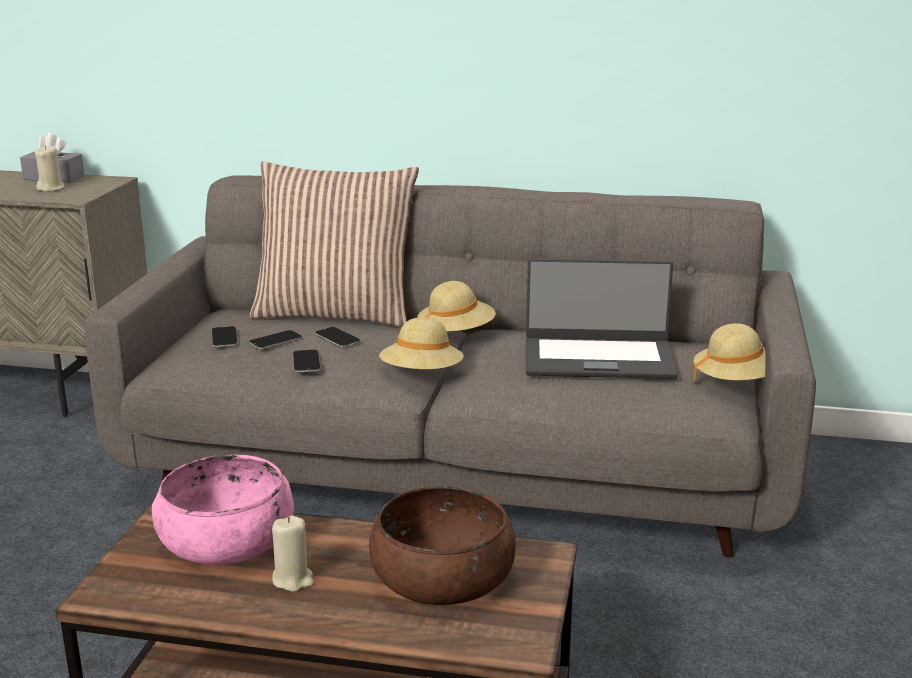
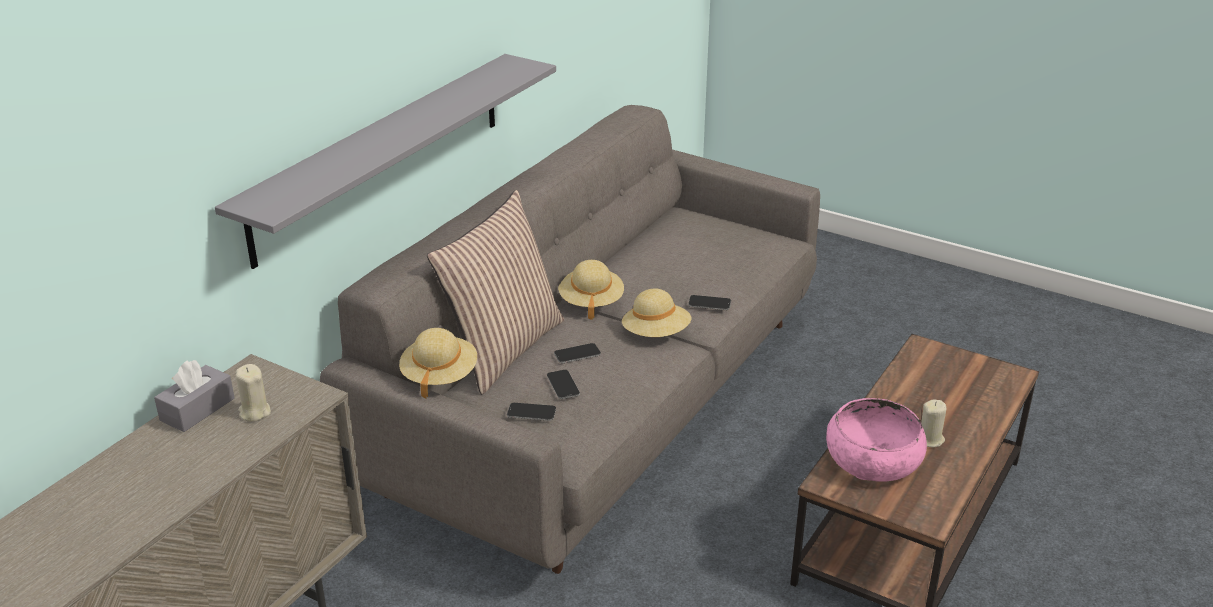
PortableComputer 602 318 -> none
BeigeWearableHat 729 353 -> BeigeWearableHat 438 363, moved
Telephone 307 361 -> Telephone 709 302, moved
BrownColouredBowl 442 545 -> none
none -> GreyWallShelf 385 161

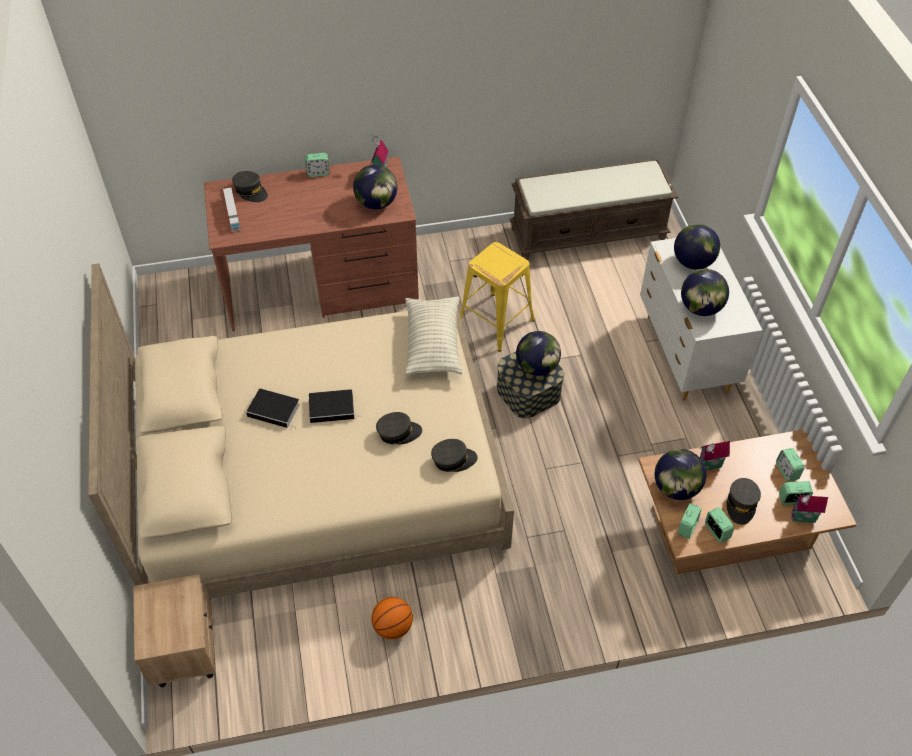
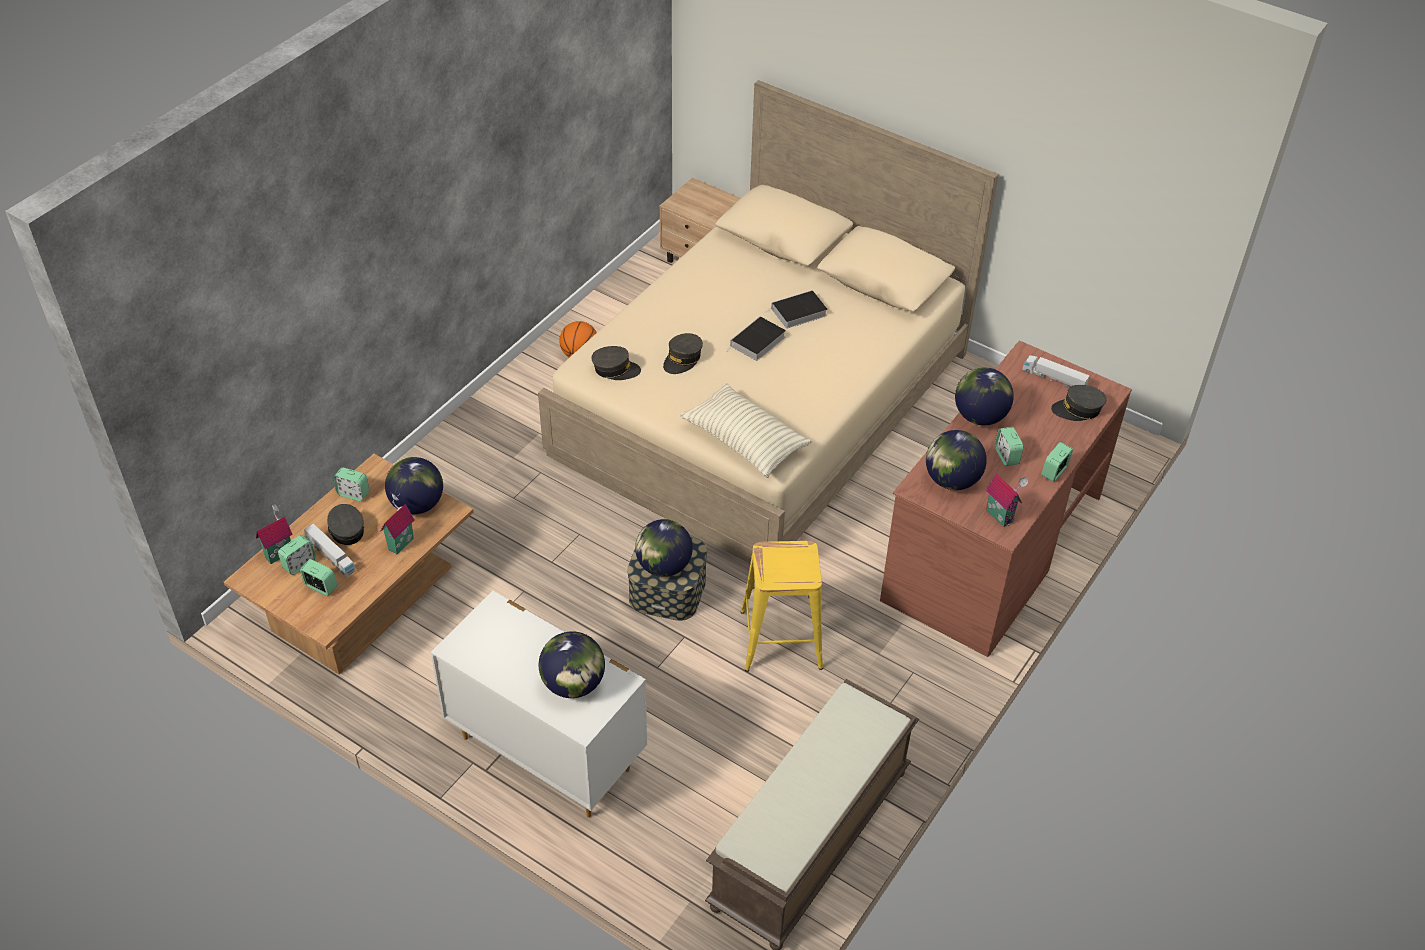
WorldGlobe 705 292 -> WorldGlobe 984 396, moved
GreyPeakedCap 454 455 -> GreyPeakedCap 616 363, 120 degrees counterclockwise
BedsideClock 690 521 -> BedsideClock 1009 446, moved
none -> ModelTruck 330 550

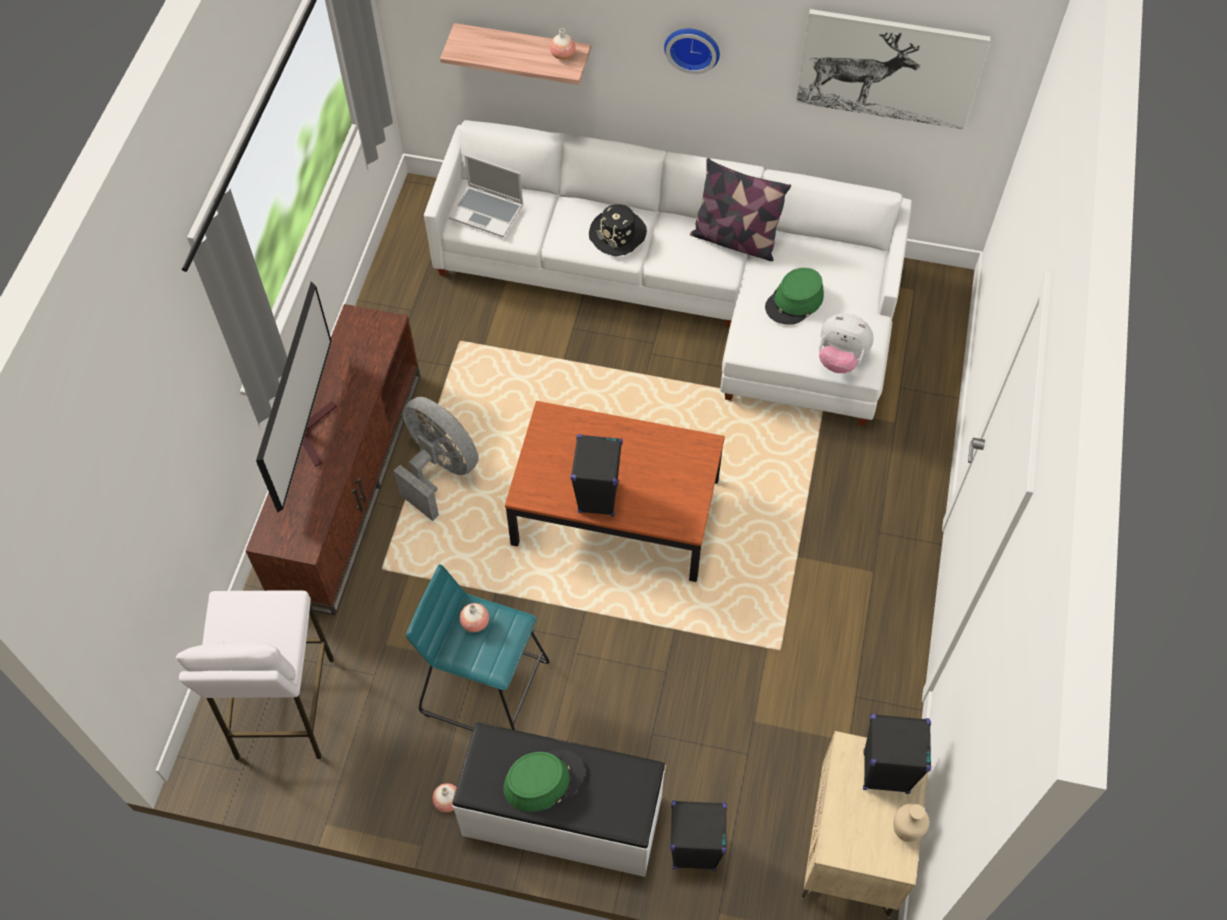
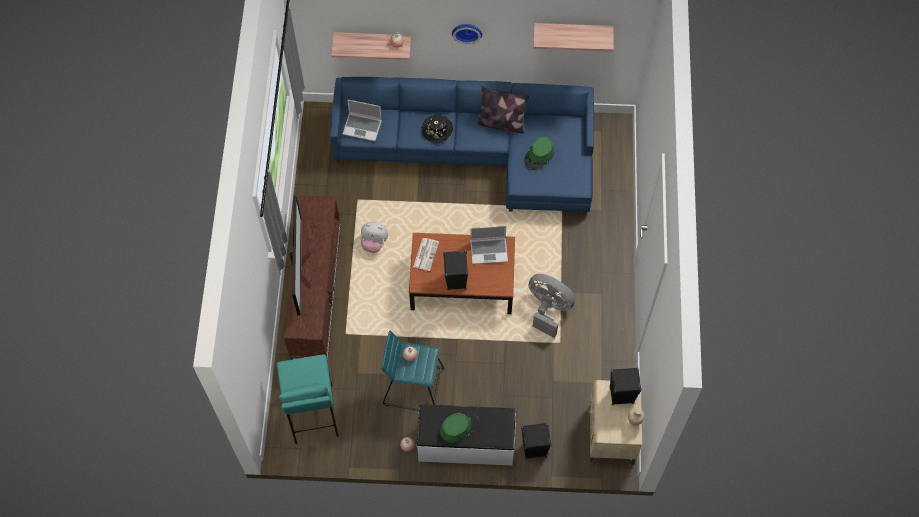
WallPicture 893 69 -> WallShelf 573 37
WhiteSettee 668 273 -> BlueSettee 462 146
PlushToy 846 343 -> PlushToy 374 237, moved
GreyCoolingFan 436 459 -> GreyCoolingFan 552 306, moved
WhiteSittingStool 255 675 -> BlueGreenSittingStool 308 399
none -> PortableComputer 489 245
none -> PrintedPaper 426 254

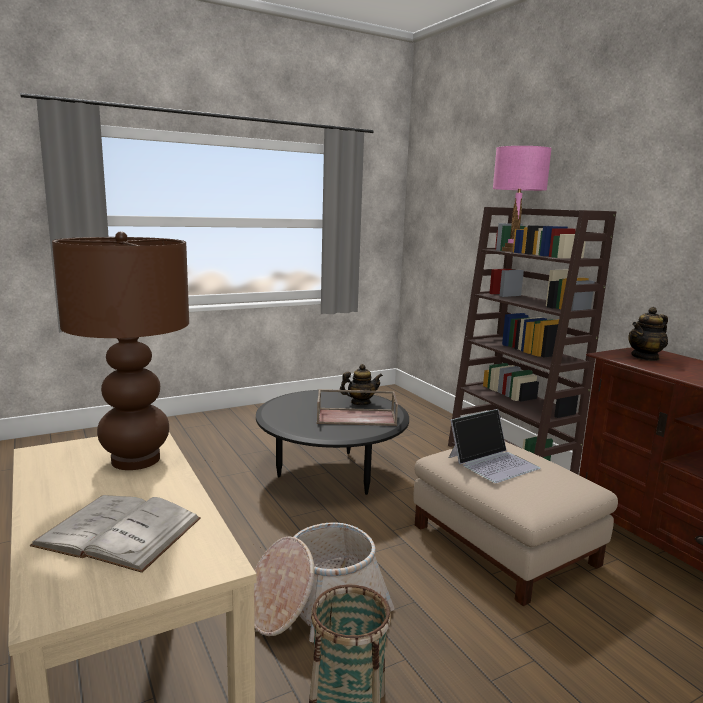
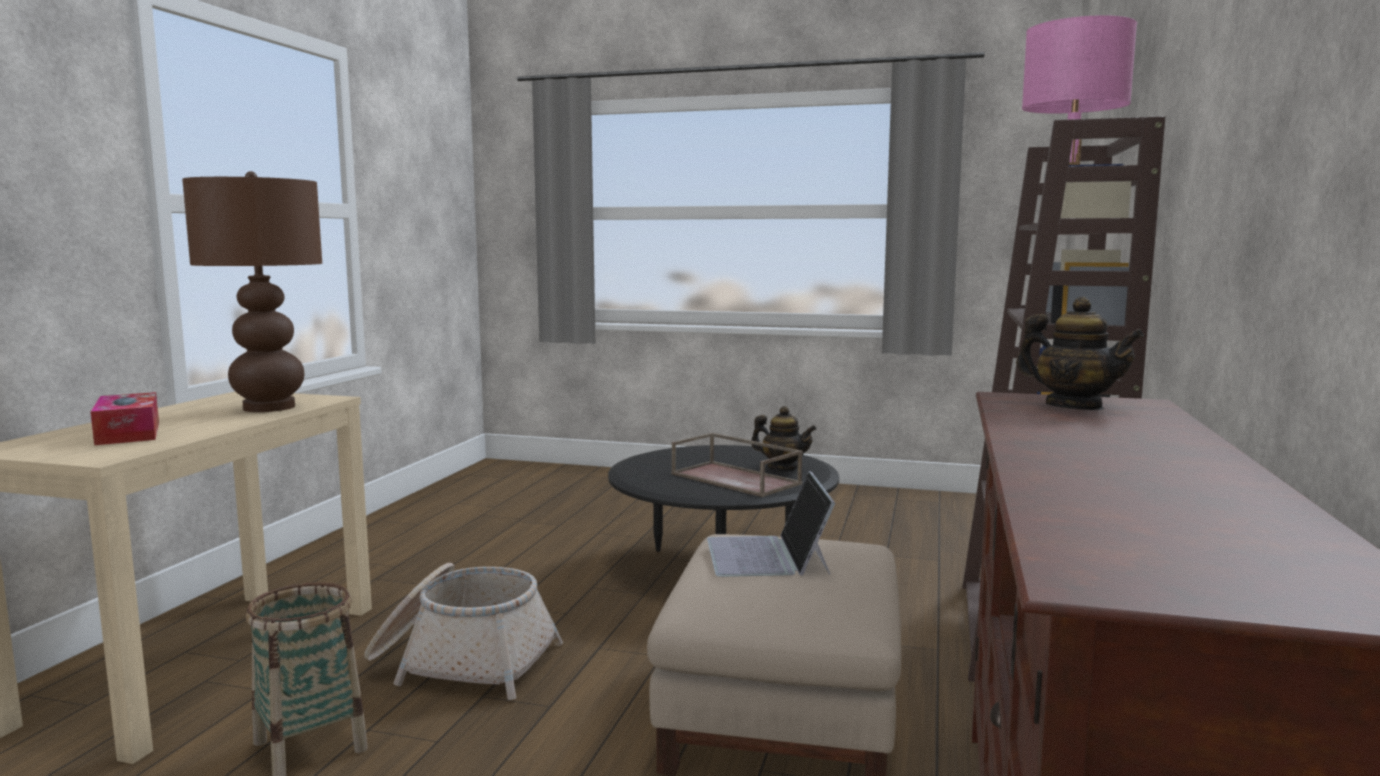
PotForTea 648 334 -> PotForTea 1080 353, 150 degrees counterclockwise
PortableComputer 495 446 -> PortableComputer 771 524, 75 degrees clockwise
WhiteBoundBook 115 534 -> TissueBox 124 418

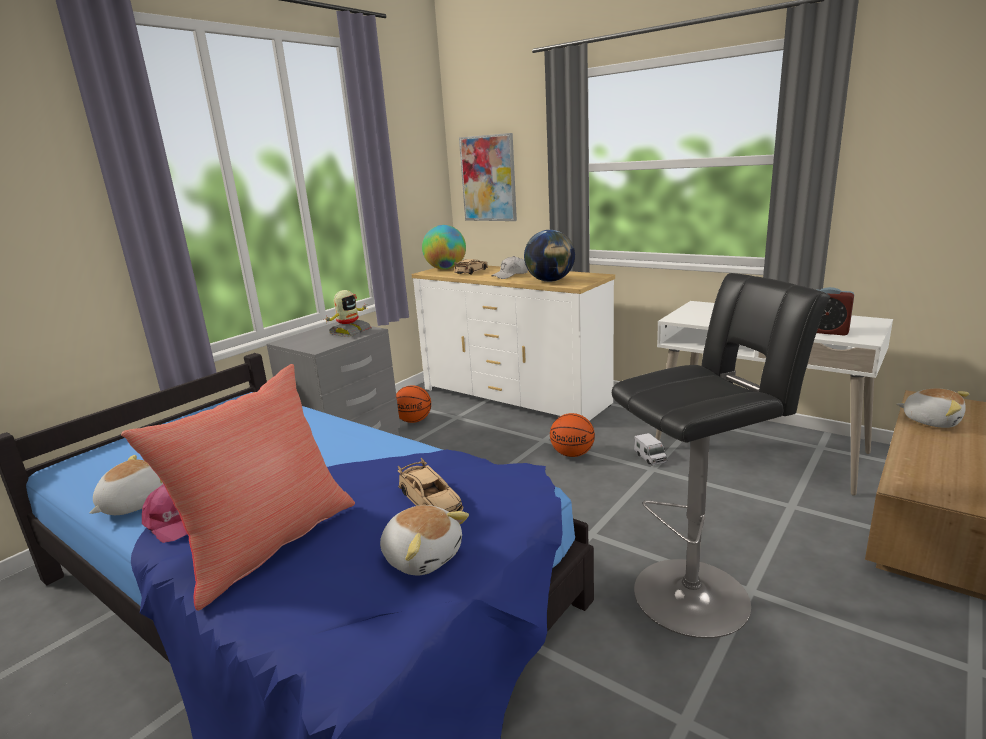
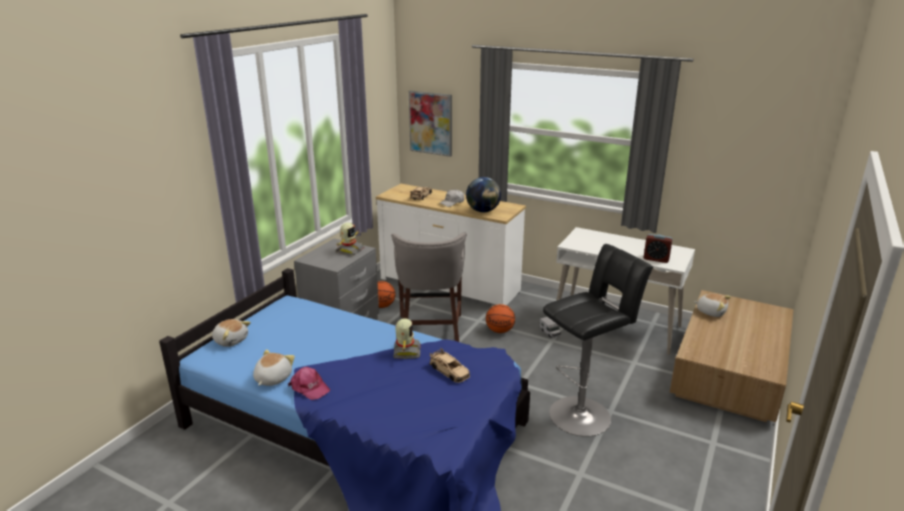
WorldGlobe 444 247 -> none
RedThrowPillow 238 487 -> none
PlushToy 424 540 -> PlushToy 231 333, moved
none -> GreySittingStool 429 287
none -> ToyRobot 407 338

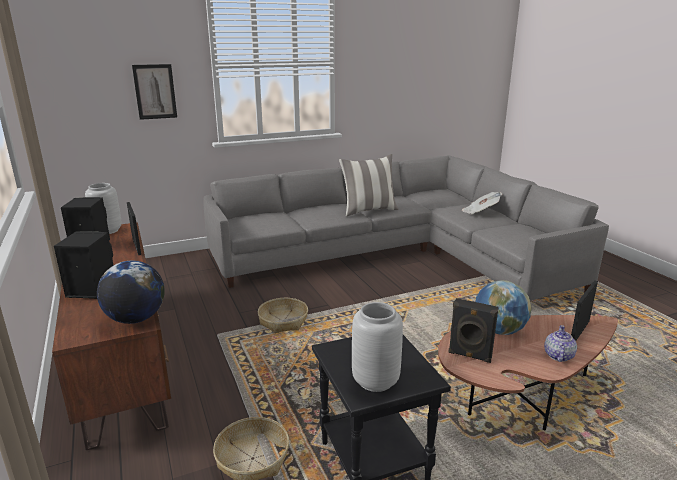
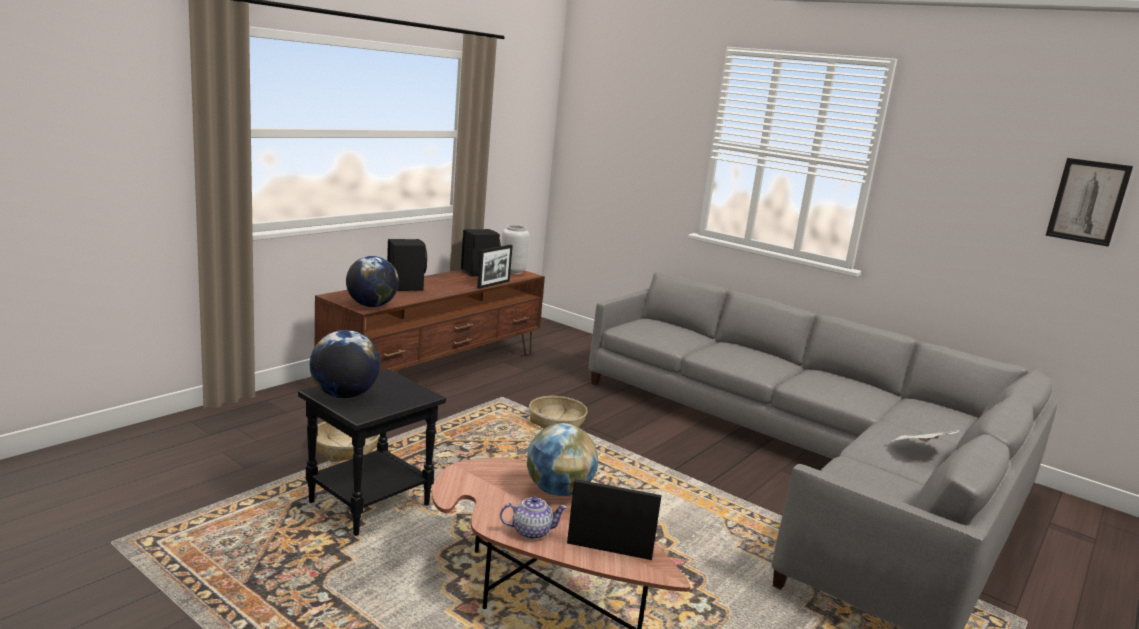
WallPicture 154 92 -> WallPicture 1089 202, moved
ThrowPillow 369 185 -> none
BlackishAudioSpeaker 473 330 -> none
GreyVase 377 347 -> WorldGlobe 345 364

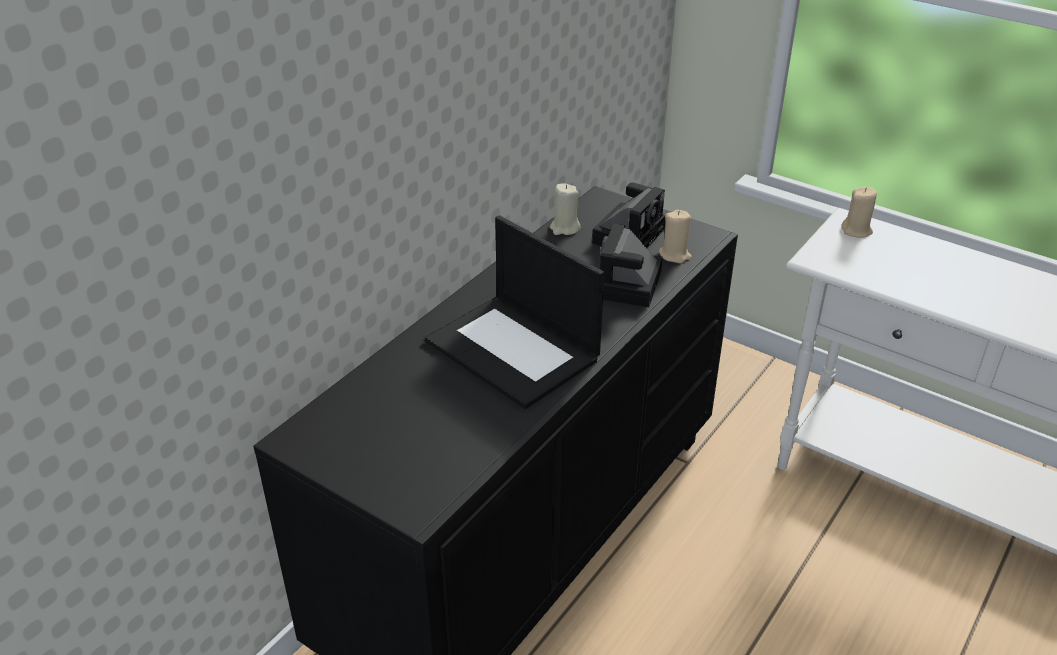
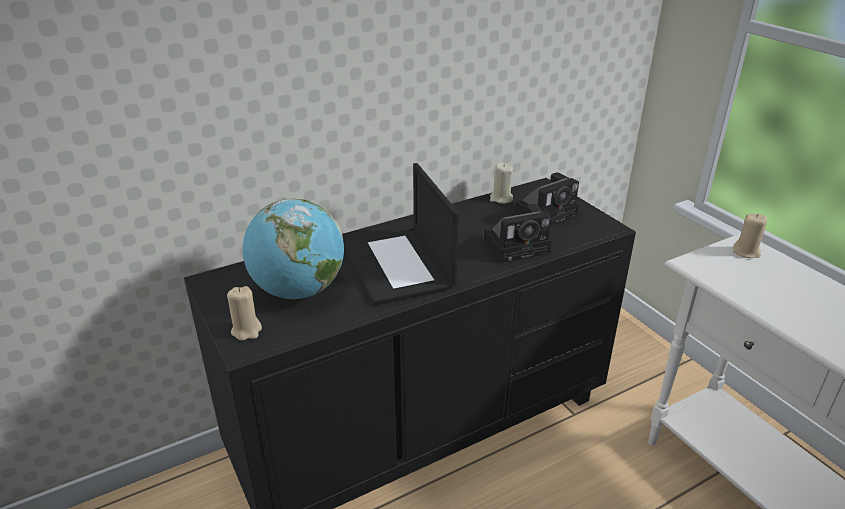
BeigeWaxCandle 675 236 -> BeigeWaxCandle 244 313, moved
PhotoCamera 631 265 -> PhotoCamera 517 233, 150 degrees counterclockwise
none -> WorldGlobe 293 249

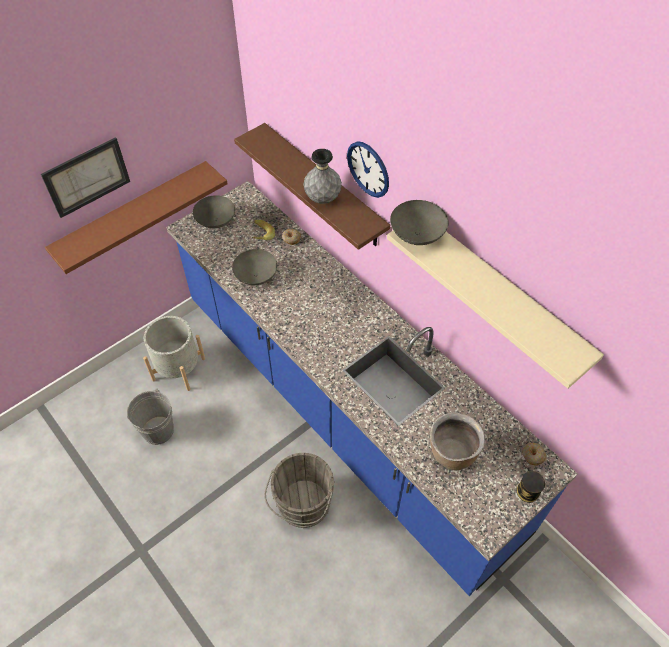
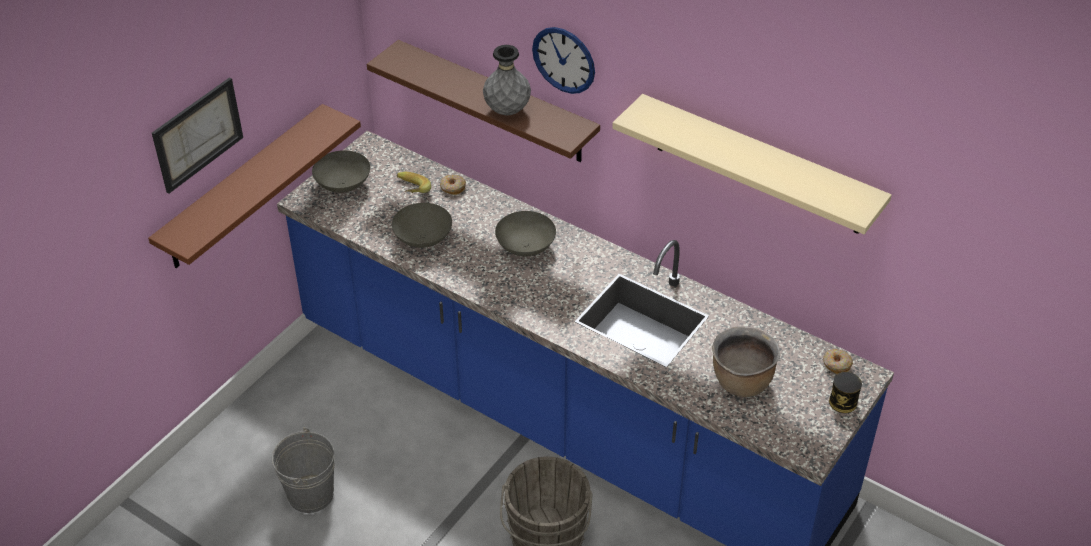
GreyBowl 419 222 -> GreyBowl 525 233, moved
GreyFlowerPot 174 353 -> none

